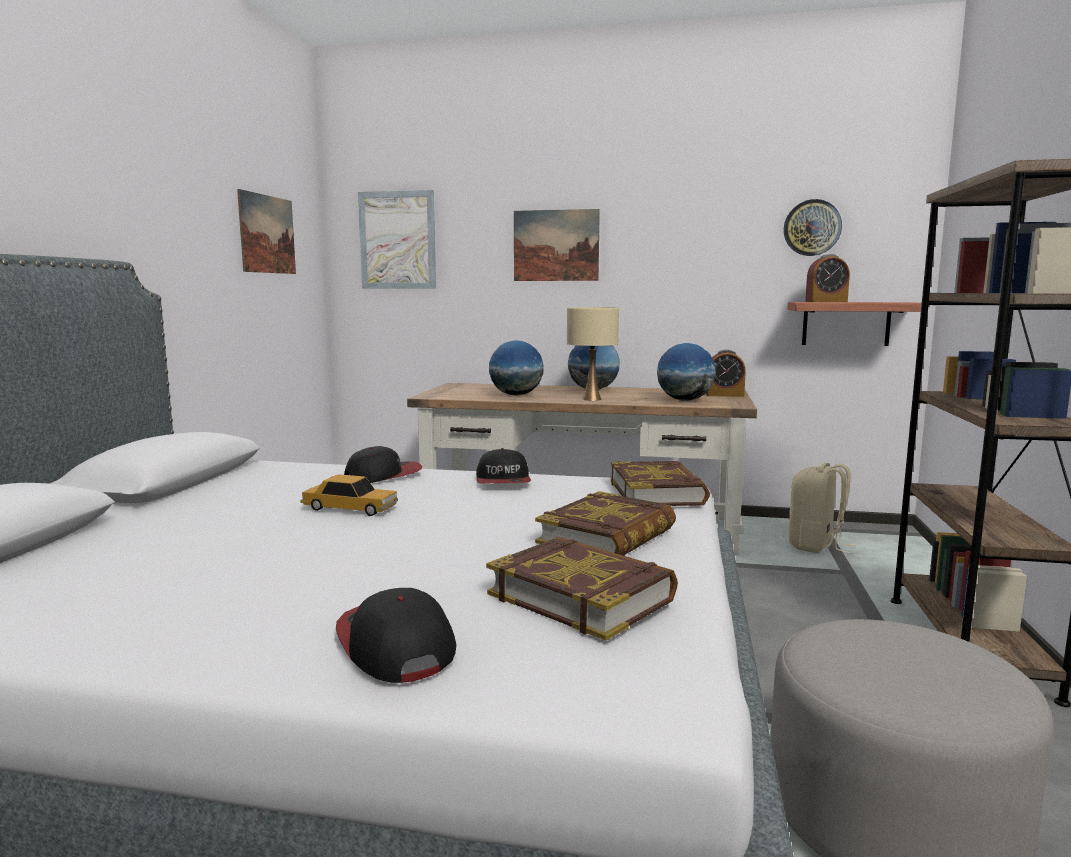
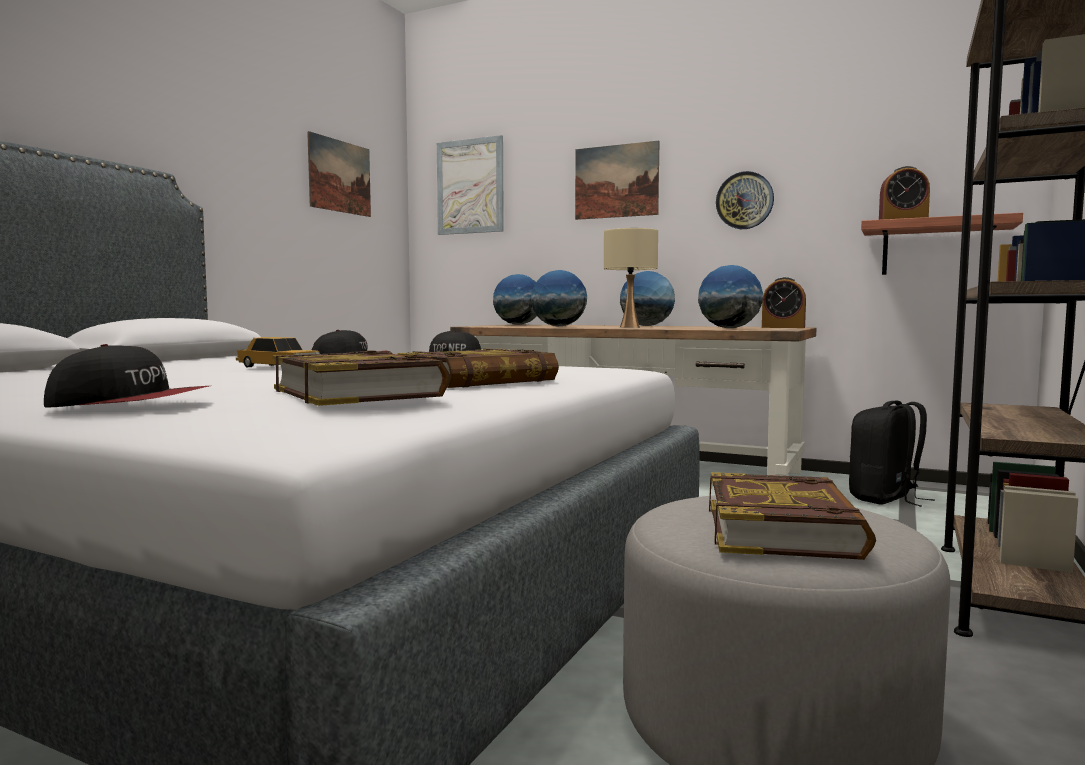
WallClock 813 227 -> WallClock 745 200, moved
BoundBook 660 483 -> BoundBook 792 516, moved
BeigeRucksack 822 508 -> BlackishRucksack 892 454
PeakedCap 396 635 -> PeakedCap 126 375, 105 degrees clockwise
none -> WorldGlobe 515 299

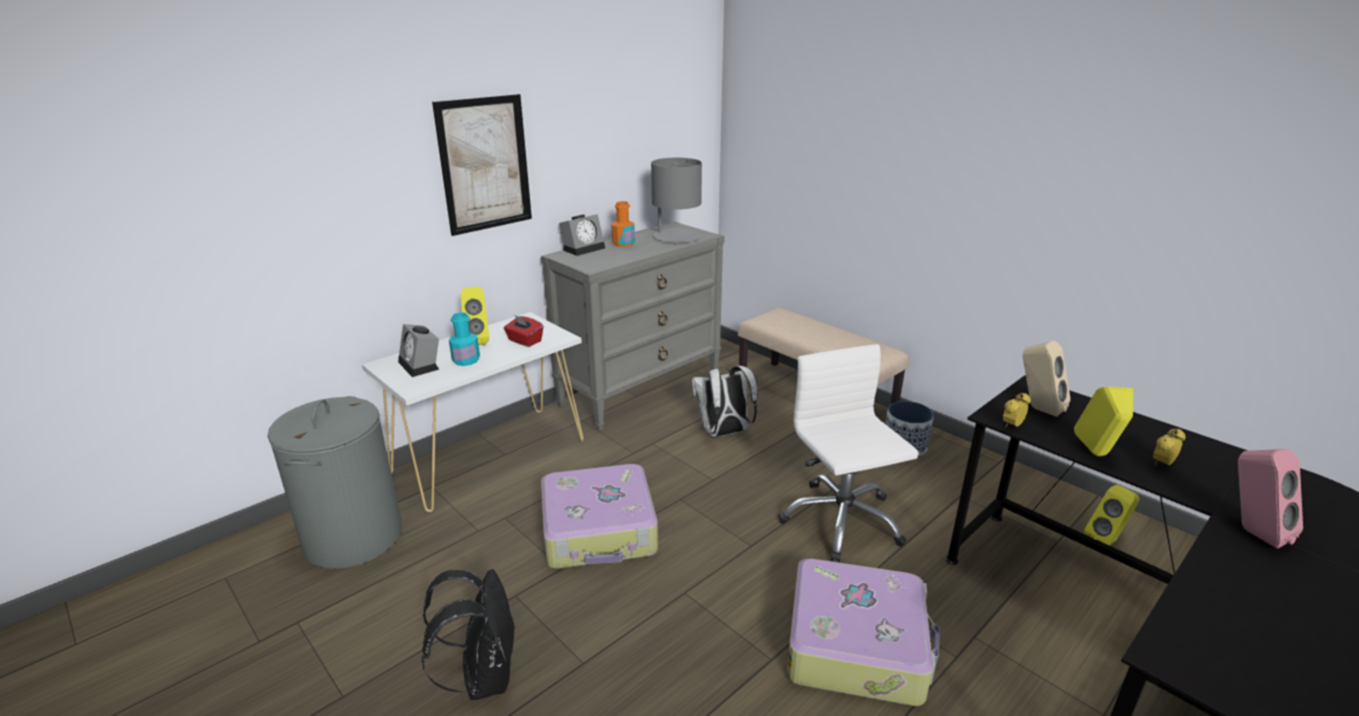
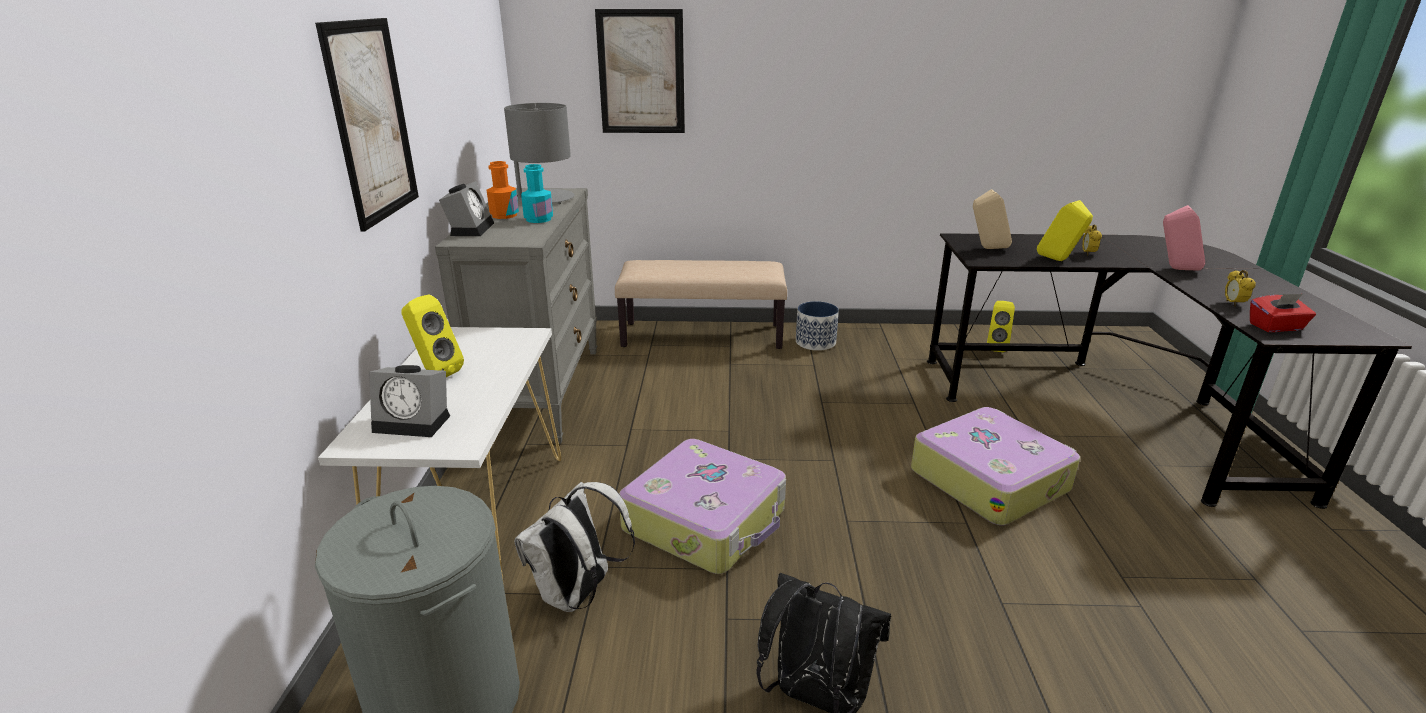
BlueGreenBeverageBottle 464 339 -> BlueGreenBeverageBottle 537 193, moved
RedTissueBox 523 331 -> RedTissueBox 1283 313, moved
WhiteDeskChair 849 453 -> none
WhiteRucksack 725 401 -> WhiteRucksack 574 547, moved
BedsideClock 1017 410 -> BedsideClock 1240 288, moved
none -> WallPicture 640 71

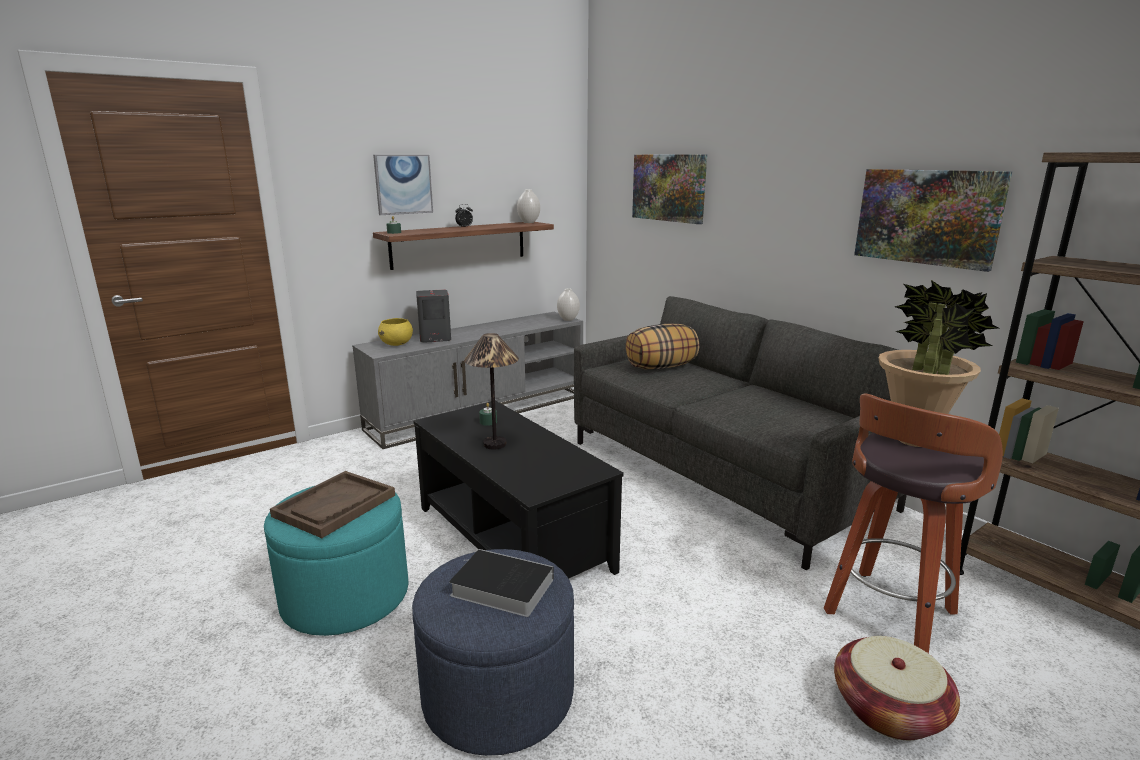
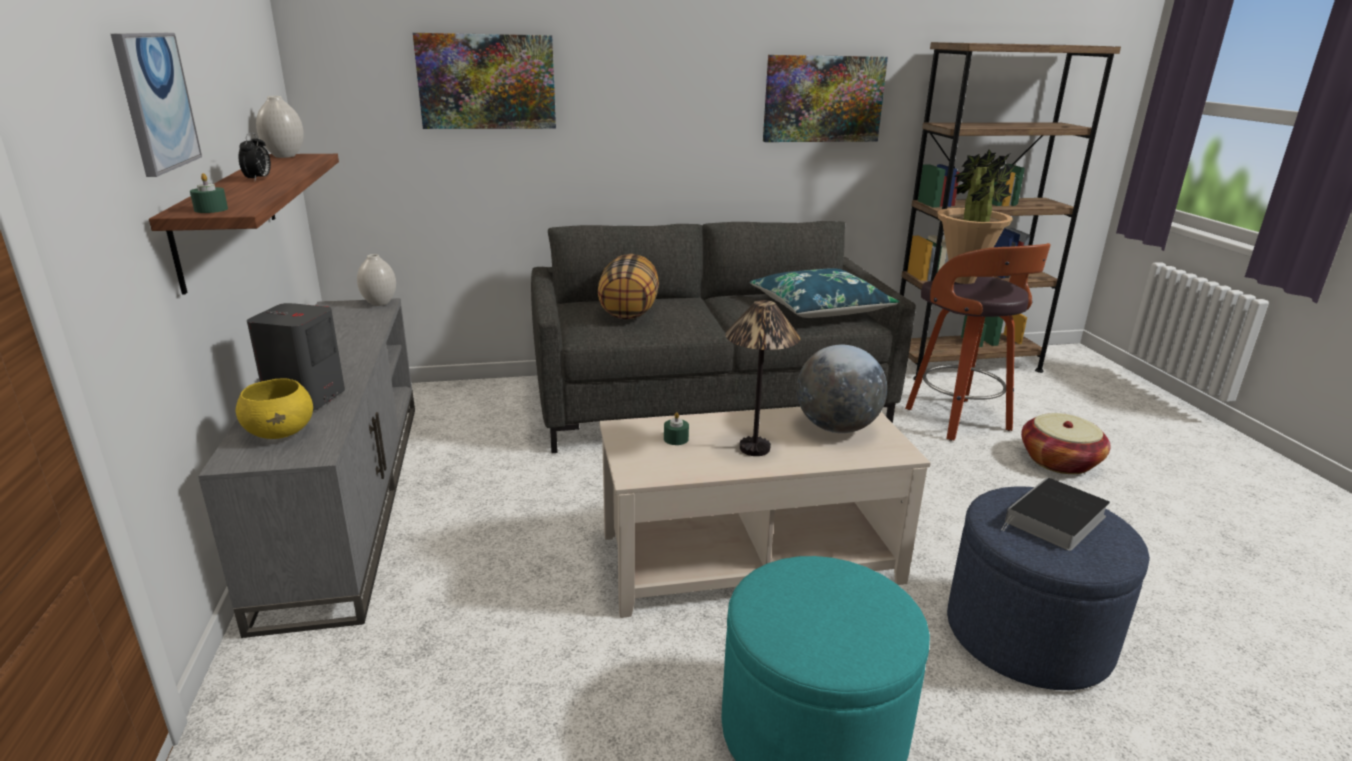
BlackishLowTable 518 489 -> BeigeLowTable 765 512
BrownColouredServingTray 332 504 -> none
none -> BlueThrowPillow 825 293
none -> WorldGlobe 842 389

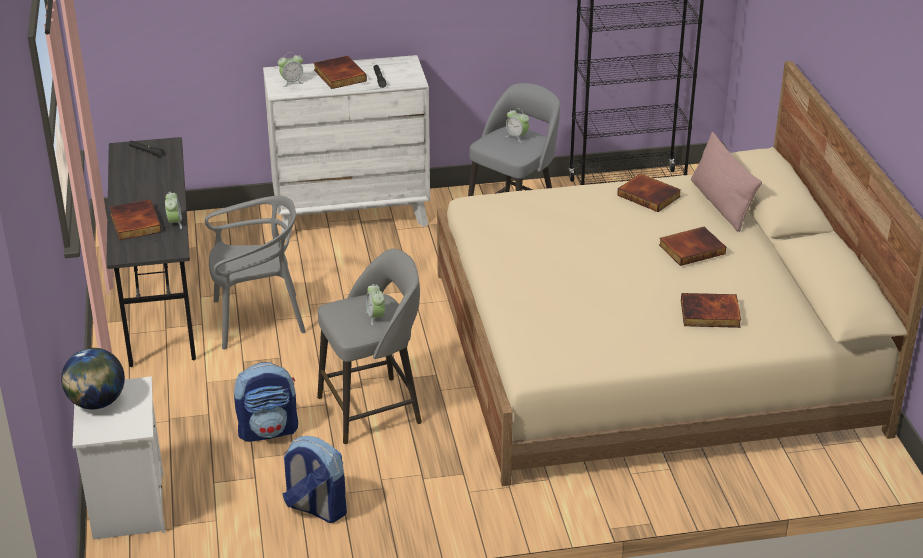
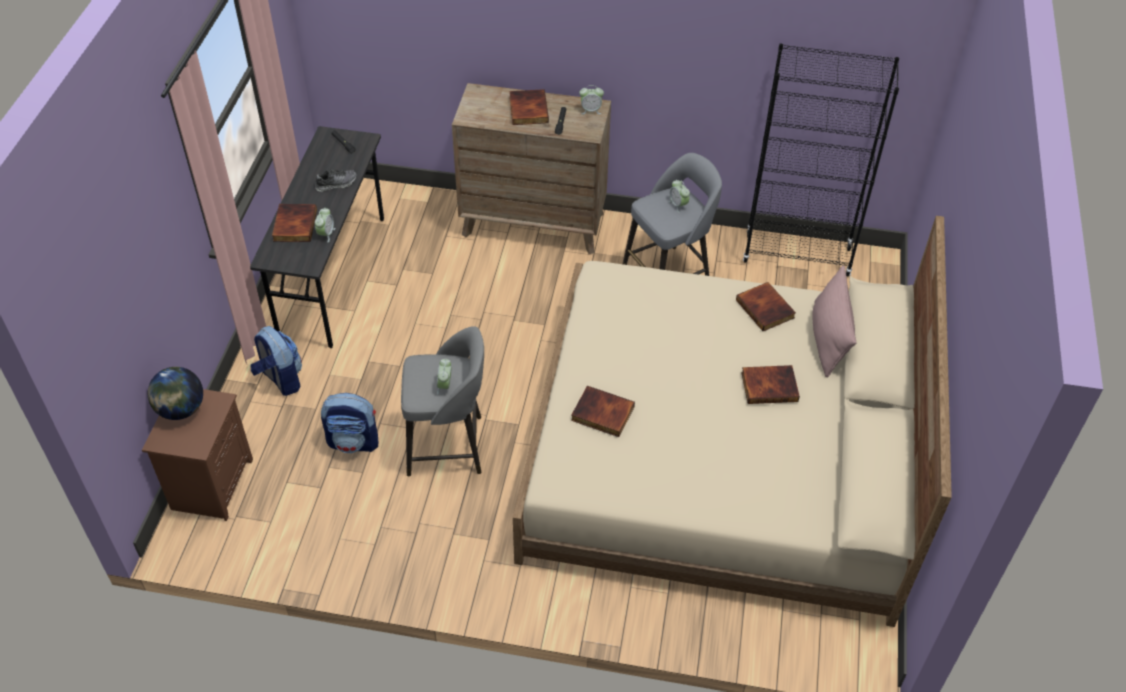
BedsideClock 290 69 -> BedsideClock 591 99, moved
WhiteDrawerChest 346 147 -> BrownColouredDrawerChest 531 168
GreyPlainChair 255 272 -> none
BoundBook 711 310 -> BoundBook 603 411, moved
WhiteBedsideTable 119 458 -> BrownColouredBedsideTable 197 455
Rucksack 315 479 -> Rucksack 276 361, moved
none -> LowShoe 336 180

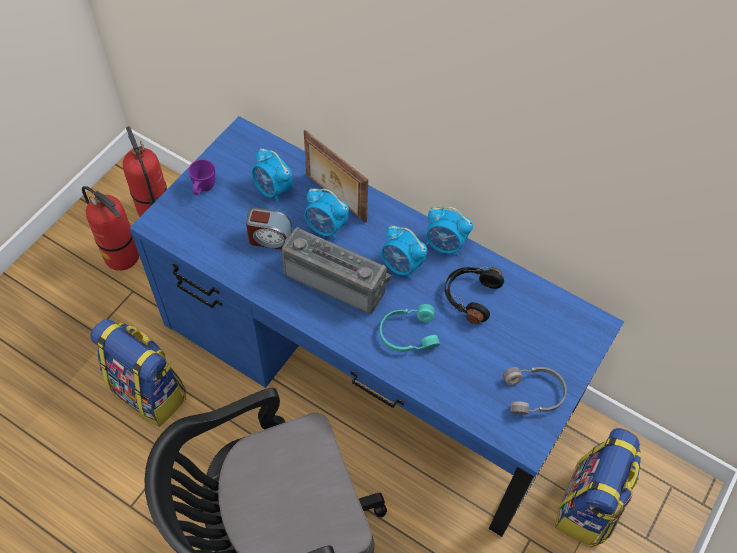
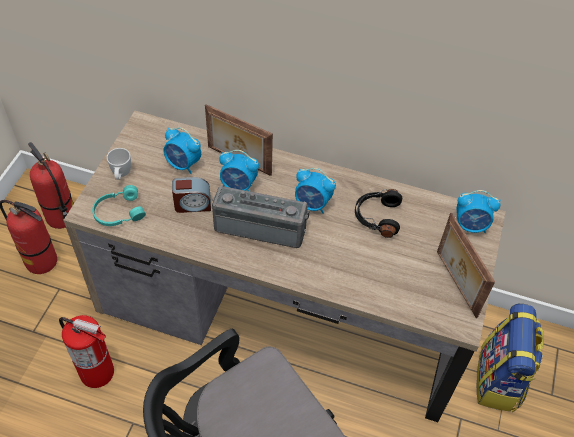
BlueDeskTable 377 326 -> BrownColouredDeskTable 284 266
PurpleColouredTeaMug 201 177 -> WhiteTeaMug 119 164
BedsideClock 449 231 -> BedsideClock 479 211, moved
BlueGreenPairOfHeadphones 410 328 -> BlueGreenPairOfHeadphones 119 205, moved
Rucksack 138 373 -> FireFightingCylinder 86 351
GreyPairOfHeadphones 535 391 -> PhotoFrame 466 265

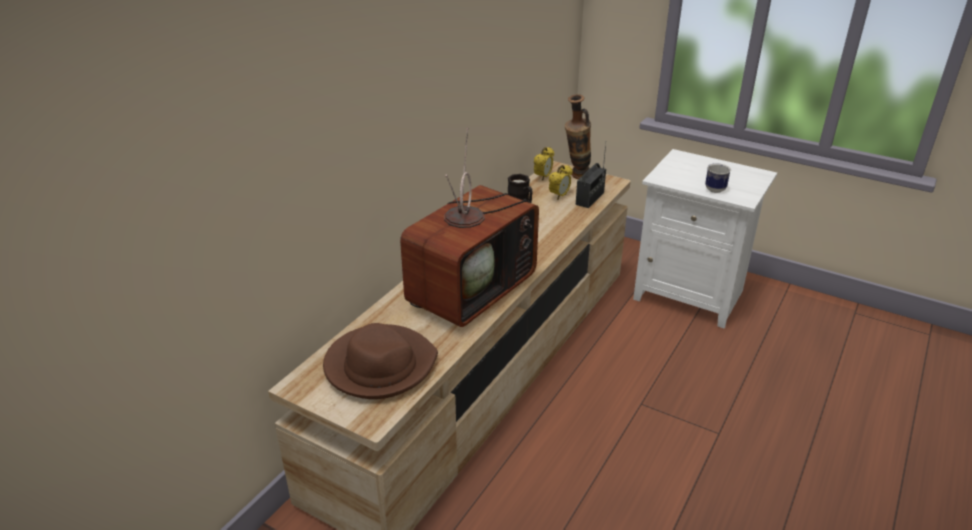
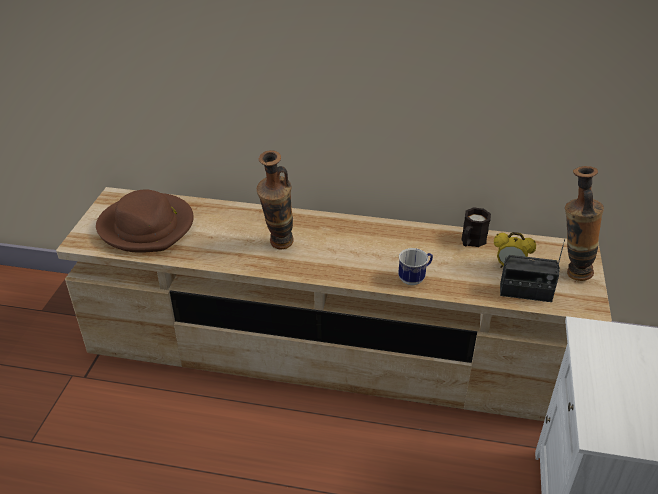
Television 469 227 -> Vase 275 199
BedsideClock 544 164 -> none
TeaMug 718 178 -> TeaMug 415 266, moved

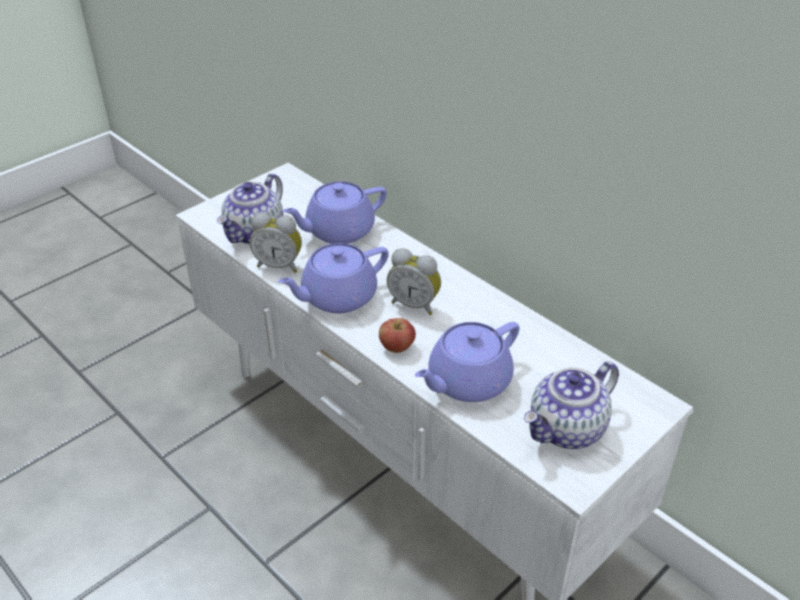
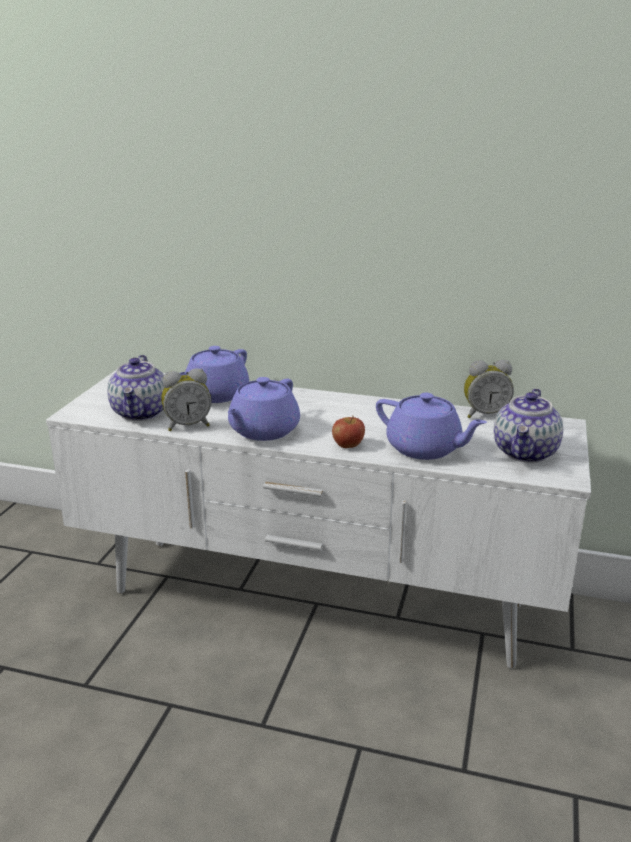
BedsideClock 414 281 -> BedsideClock 489 389, moved
PurpleColouredPotForTea 467 362 -> PurpleColouredPotForTea 431 426, 75 degrees counterclockwise

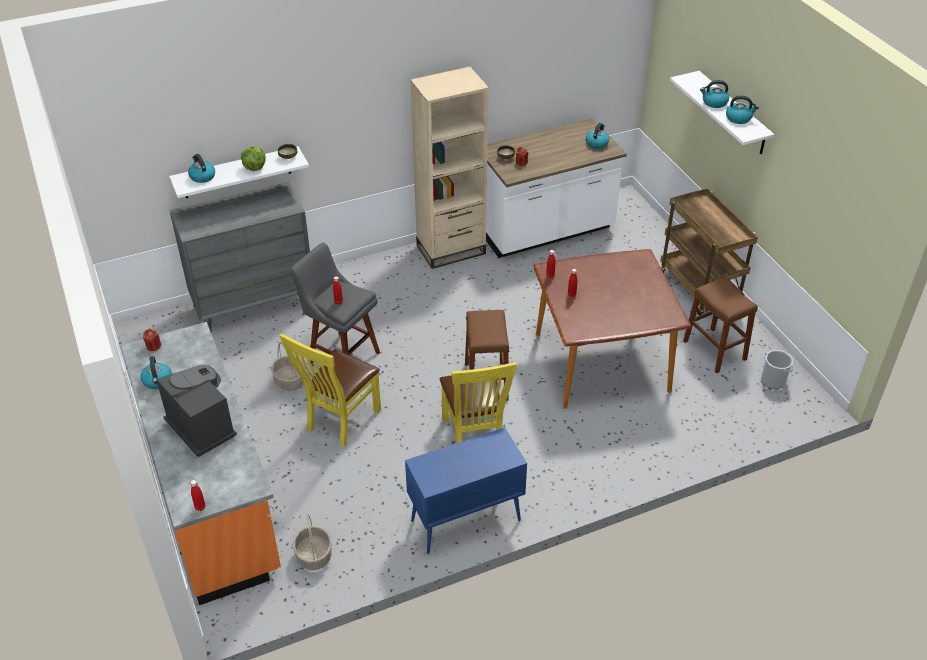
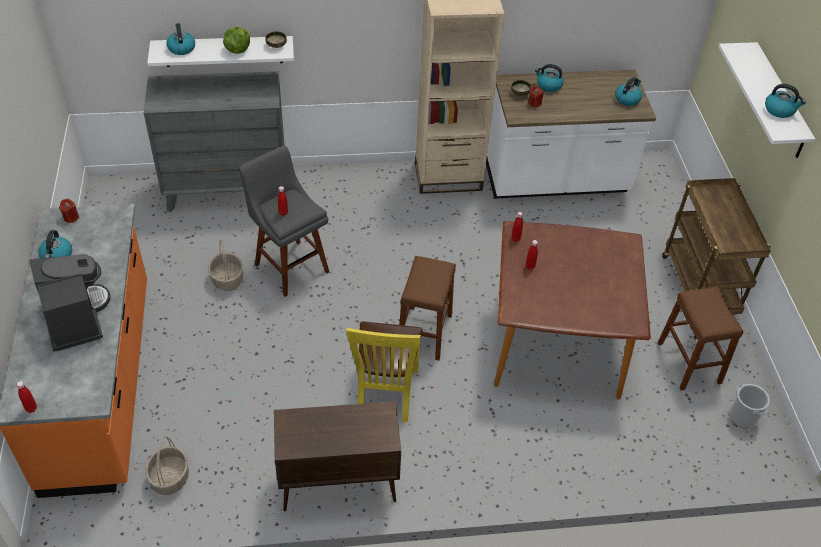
Kettle 714 94 -> Kettle 549 78, moved
YellowColouredPlainChair 330 390 -> none
BlueCabinet 466 490 -> BrownColouredCabinet 337 456

